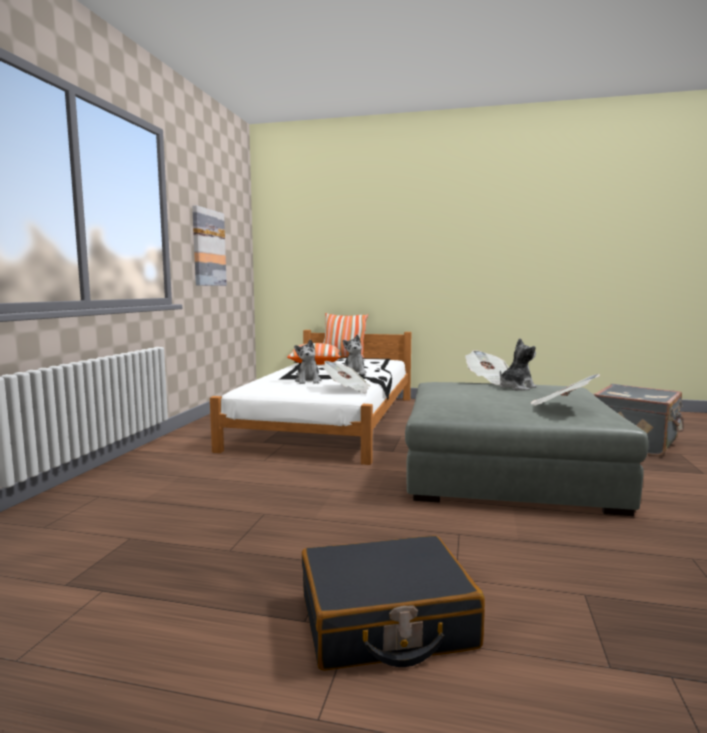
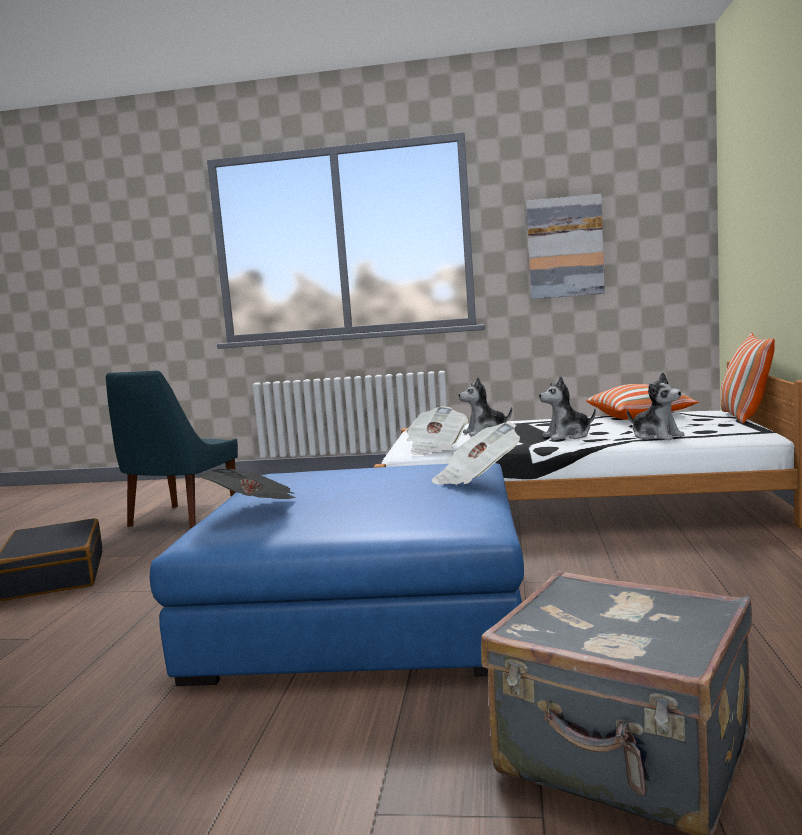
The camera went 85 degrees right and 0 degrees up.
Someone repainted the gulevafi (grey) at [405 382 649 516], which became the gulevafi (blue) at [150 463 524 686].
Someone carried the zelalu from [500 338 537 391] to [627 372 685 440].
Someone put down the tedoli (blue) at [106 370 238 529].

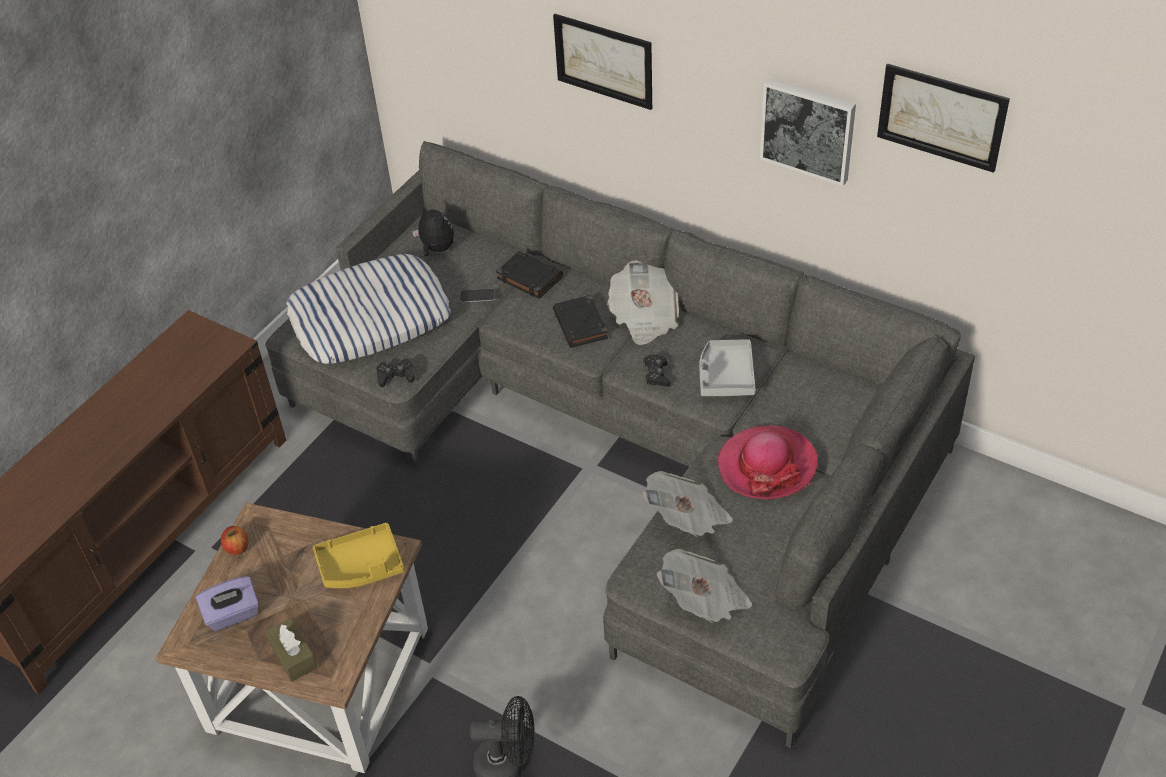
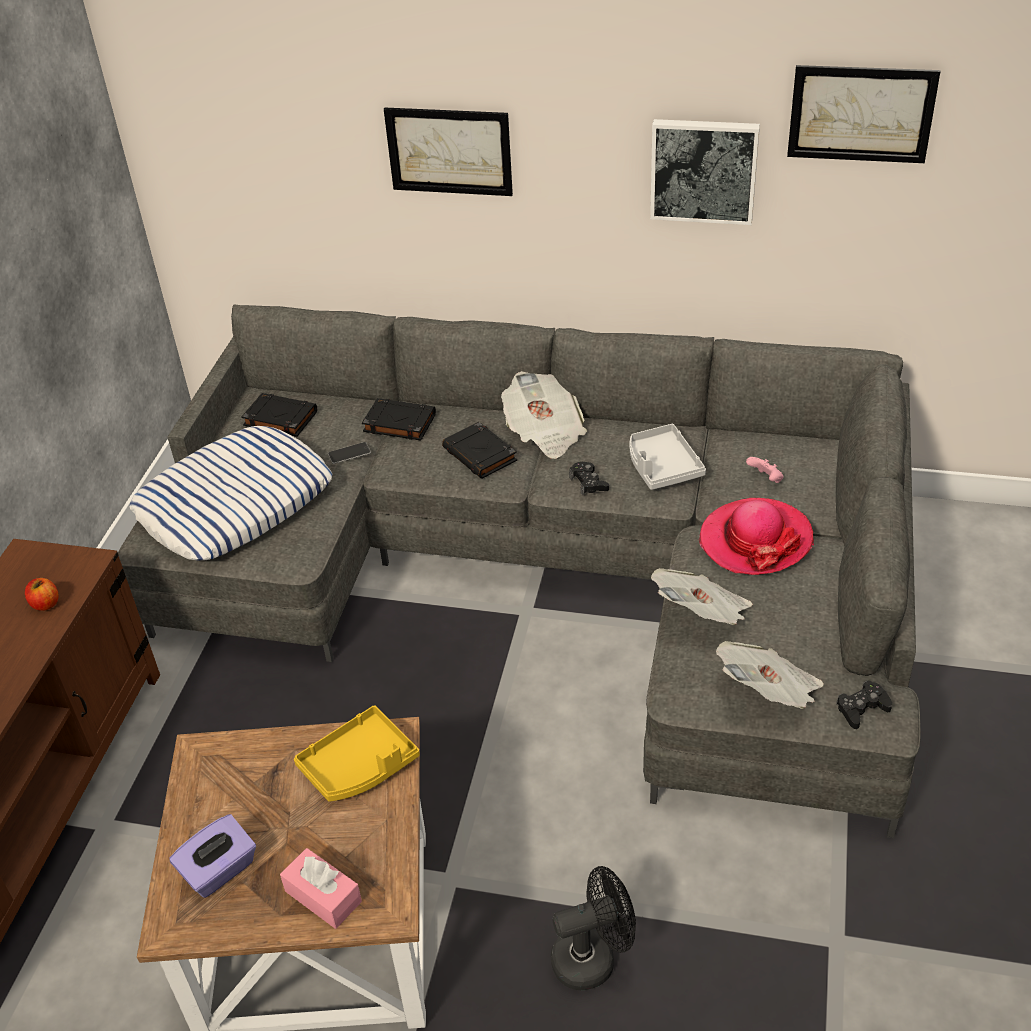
The camera went 20 degrees left and 5 degrees down.
Someone carried the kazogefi from [221 526 249 555] to [25 578 59 611].
Someone repainted the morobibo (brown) at [265 618 318 682], which became the morobibo (pink) at [280 848 362 929].
Someone carried the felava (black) from [376 358 415 387] to [836 680 892 729].
Someone swapped the zelalu at [412 204 454 257] for the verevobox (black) at [241 393 317 437].
Someone put down the felava (pink) at [746 457 784 483].

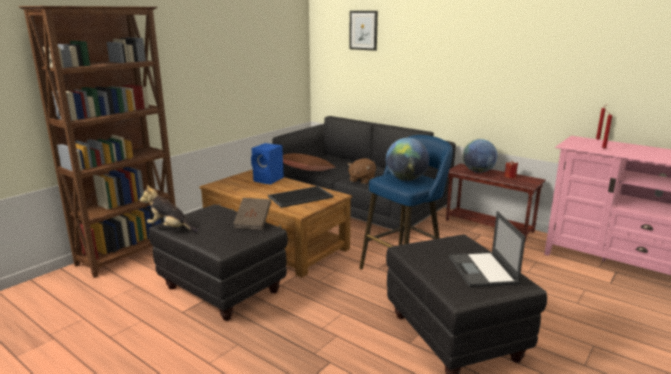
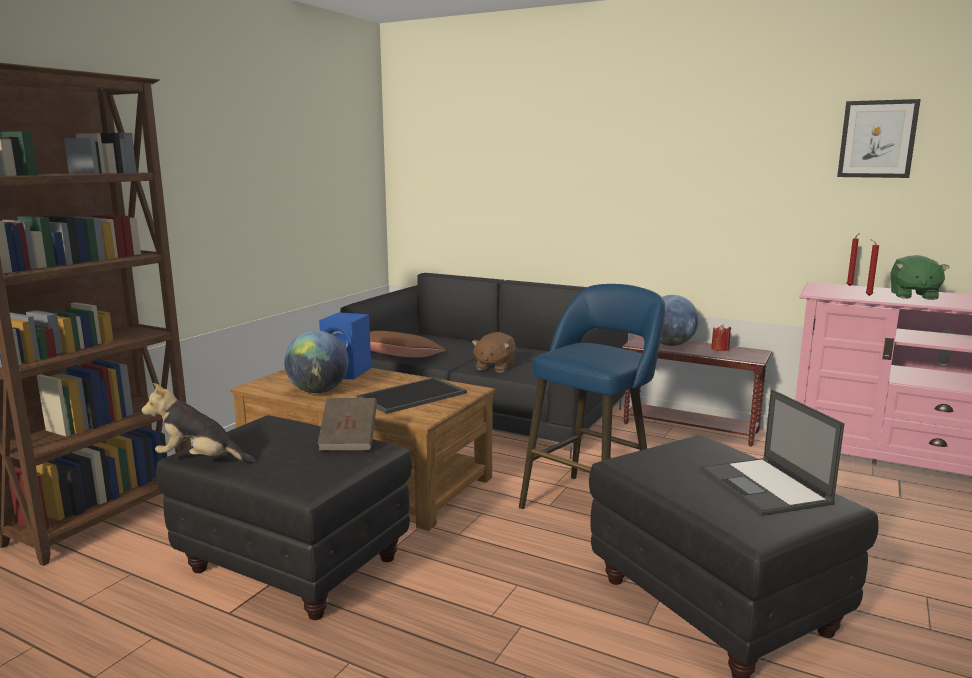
The camera went 10 degrees left and 5 degrees down.
Someone carried the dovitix from [349 11 378 51] to [837 99 921 178].
Someone carried the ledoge from [386 138 429 181] to [284 331 349 393].
Someone put down the zelalu (green) at [891 255 950 300].

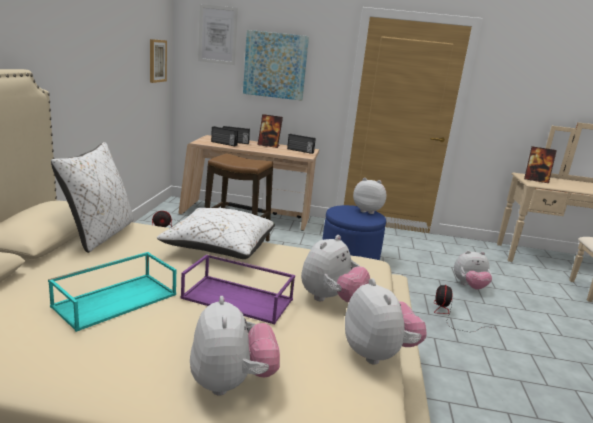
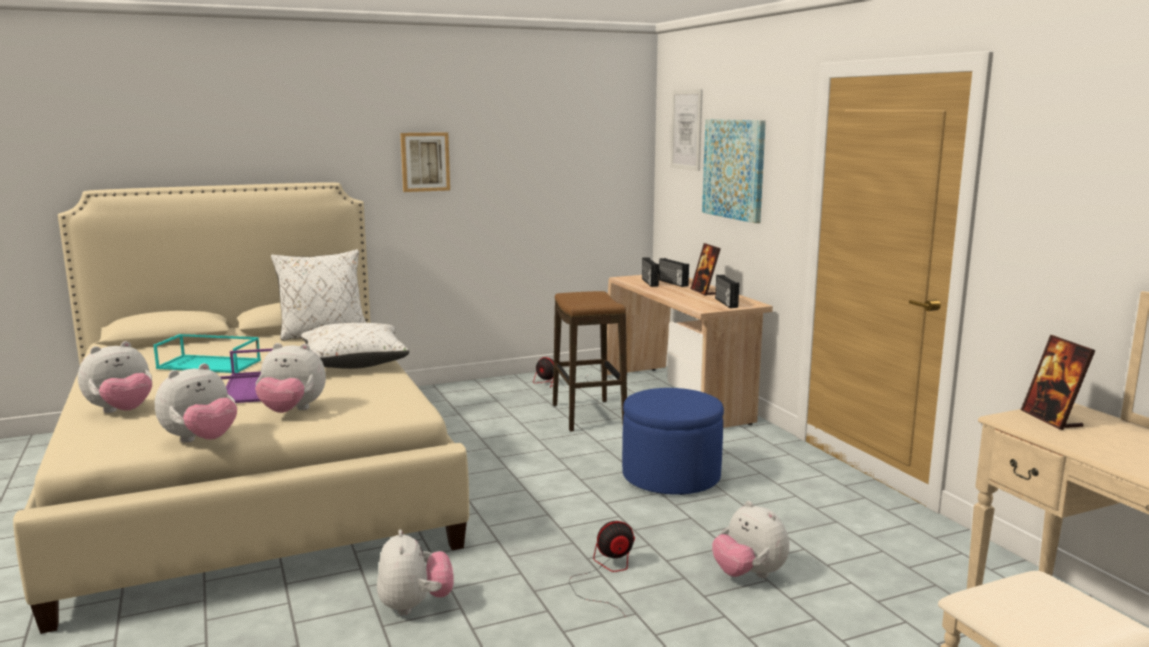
The camera went 60 degrees right and 5 degrees down.
Someone carried the dovitix from [150 39 167 83] to [400 132 450 192].
Someone carried the zelalu from [353 178 386 214] to [377 529 454 615].

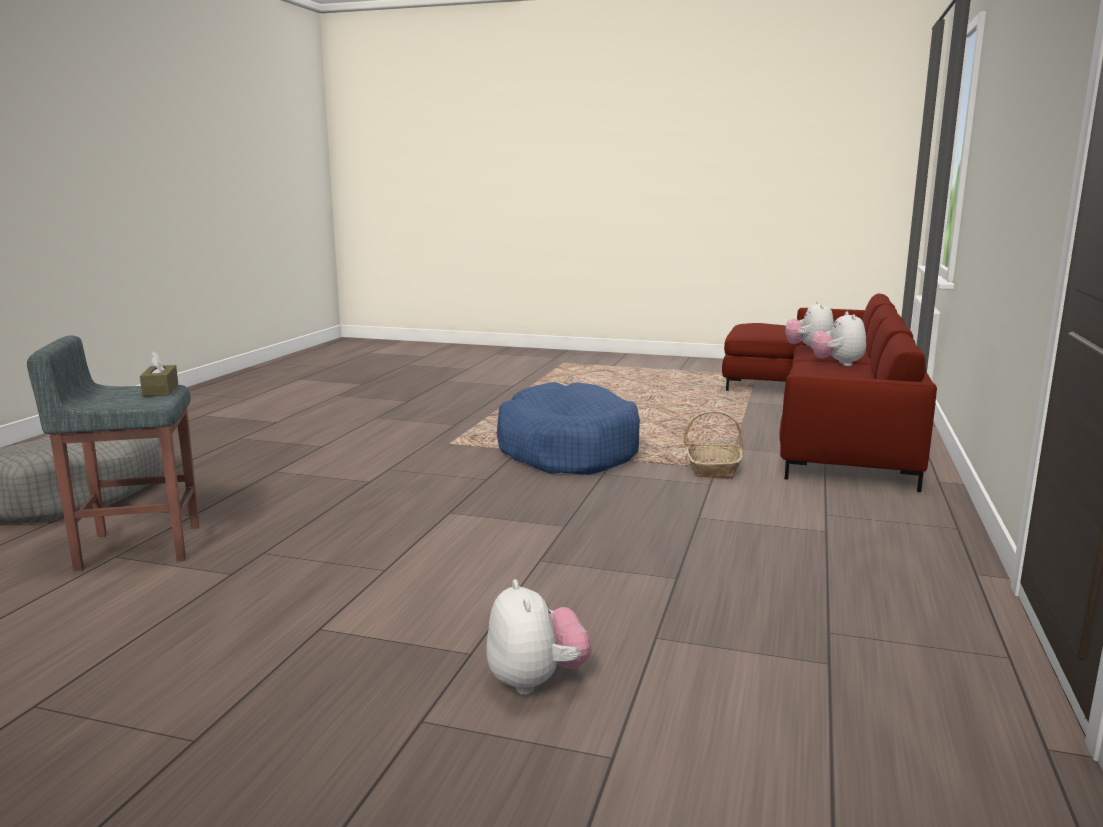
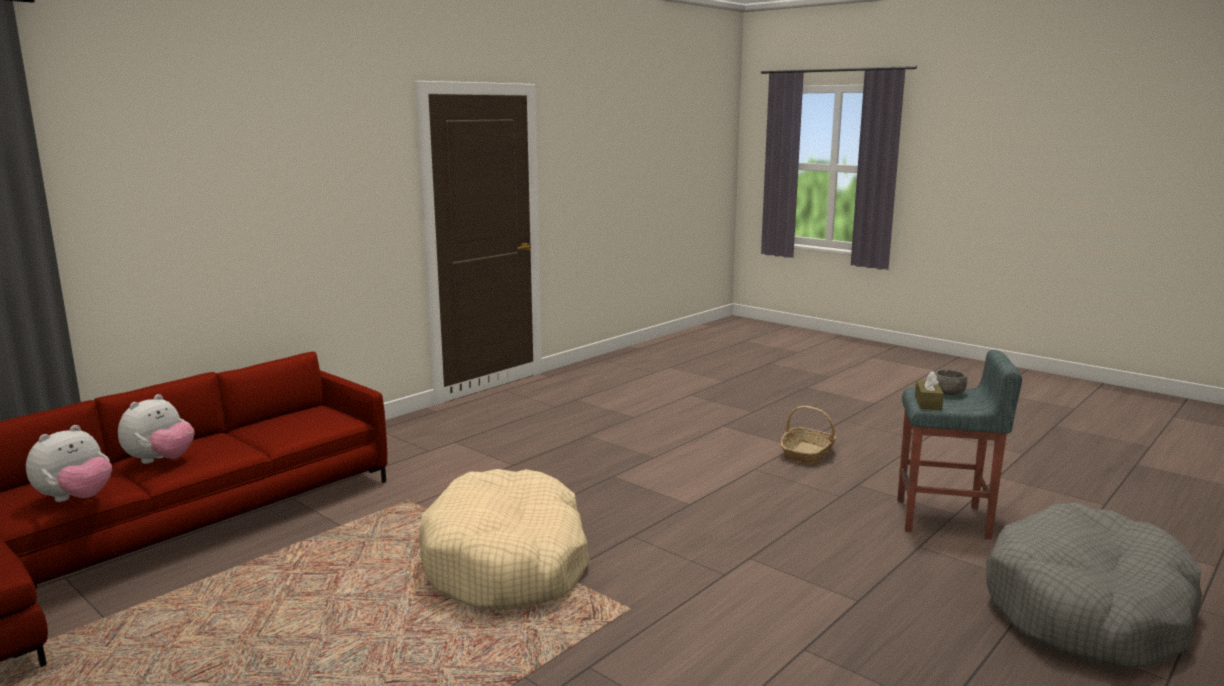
The camera went 155 degrees left and 0 degrees up.
Someone took away the zelalu at [486 579 591 695].
Someone repainted the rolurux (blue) at [497 382 640 475], which became the rolurux (beige) at [418 469 590 610].
Someone carried the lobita from [684 411 743 479] to [781 406 836 464].
Someone put down the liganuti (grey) at [935 369 968 395].

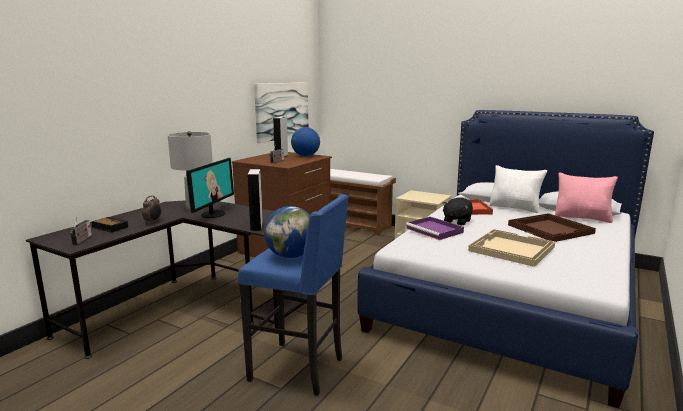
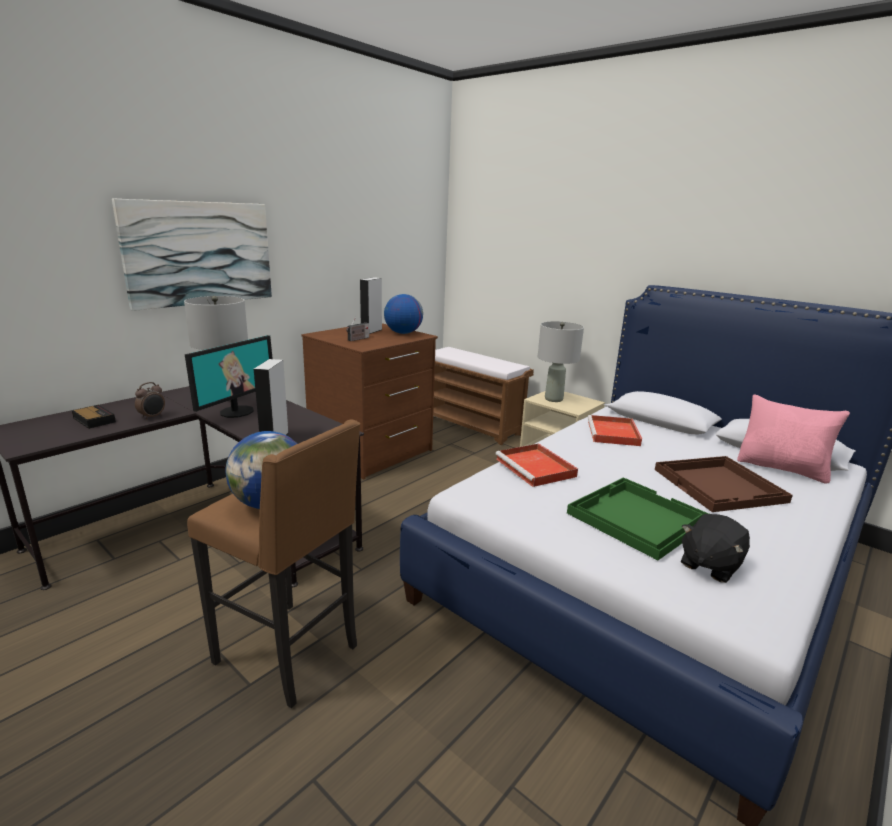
The camera went 10 degrees right and 5 degrees up.
Someone took away the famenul at [70 217 92 245].
Someone repainted the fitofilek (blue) at [238 194 349 396], which became the fitofilek (brown) at [187 420 360 709].
Someone carried the dovitix from [254 82 308 143] to [112 198 272 311].
Someone repainted the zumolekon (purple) at [406 217 464 240], which became the zumolekon (red) at [496 444 578 487].
Someone carried the zelalu (black) from [442 197 473 226] to [681 514 750 583].
Someone repainted the zumolekon (beige) at [468 229 555 267], which became the zumolekon (green) at [567 477 709 560].
Someone took away the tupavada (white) at [489 165 547 213].
Someone put down the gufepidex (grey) at [538 321 584 402].

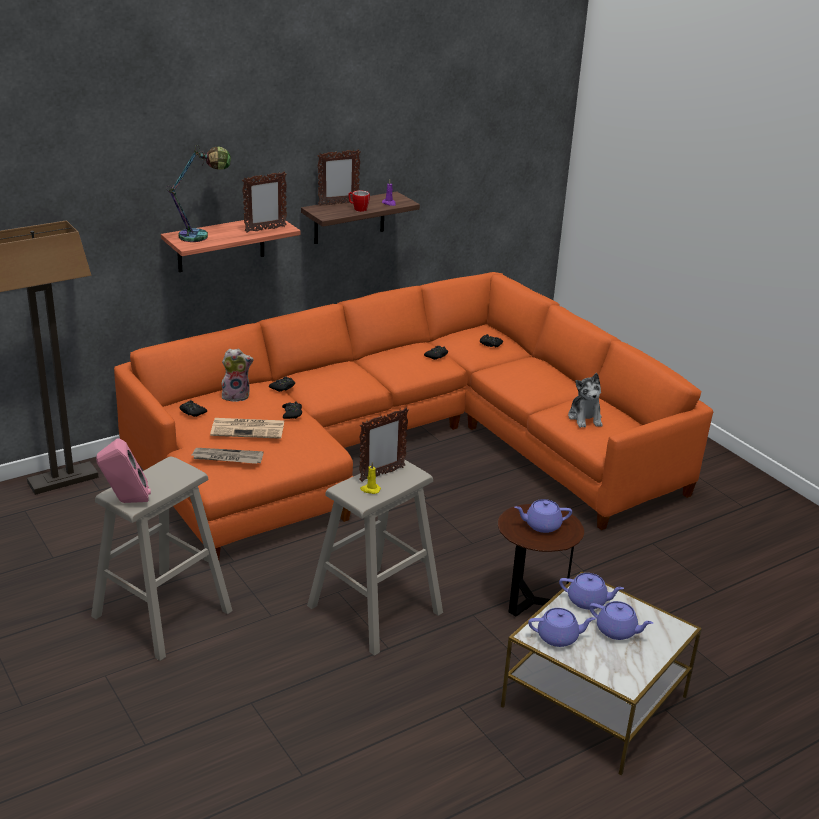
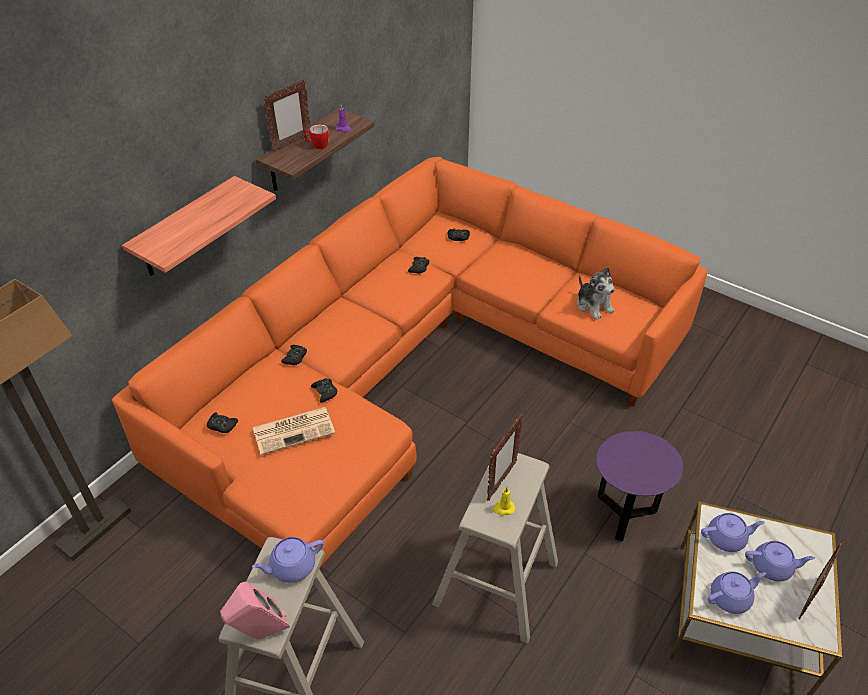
The camera went 20 degrees left and 15 degrees up.
Someone took away the gufepidex at [167 145 231 242].
Someone took away the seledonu at [192 448 263 464].
Someone took away the zelalu at [222 349 254 402].
Someone carried the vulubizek from [242 172 287 233] to [798 538 845 619].
Someone repainted the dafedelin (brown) at [498 504 584 616], which became the dafedelin (purple) at [596 431 683 542].
Someone carried the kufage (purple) from [515 499 572 533] to [252 537 324 583].

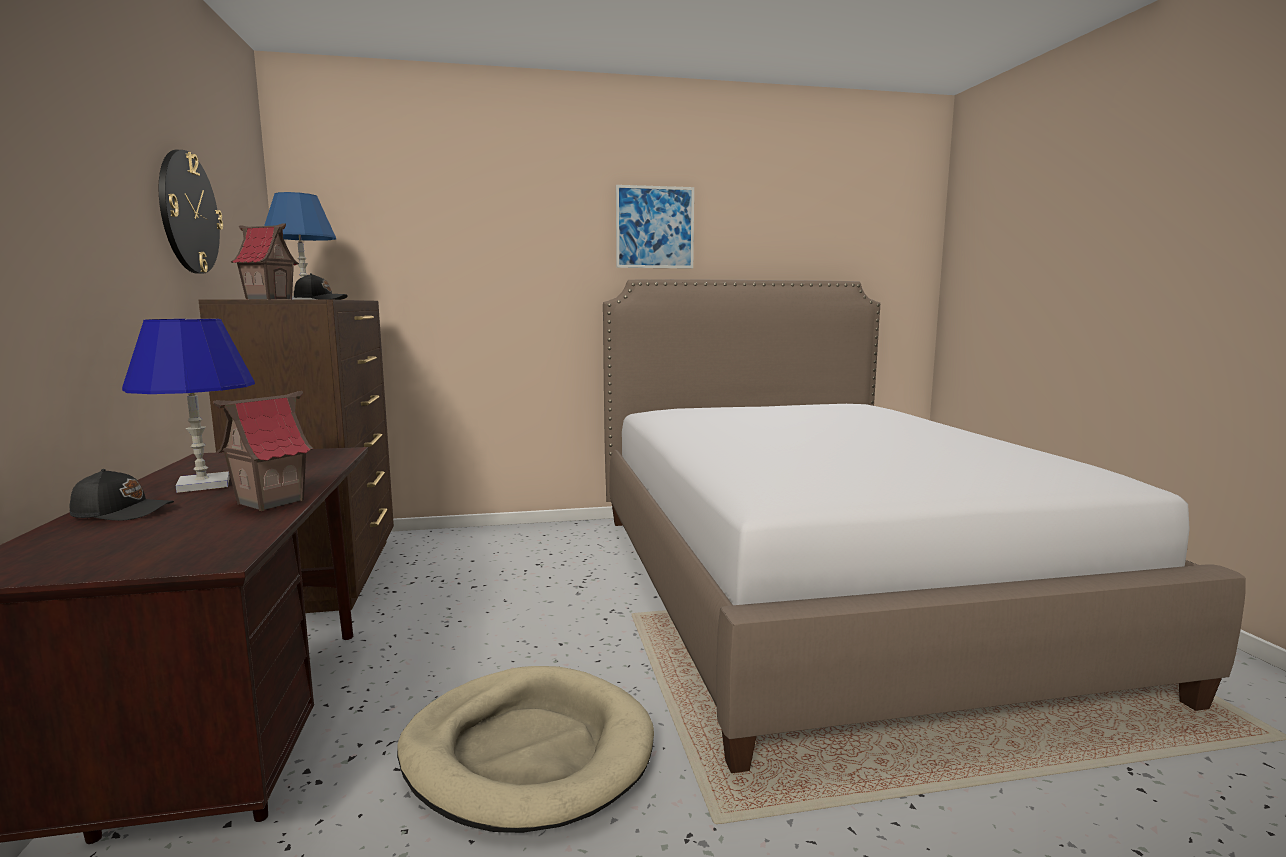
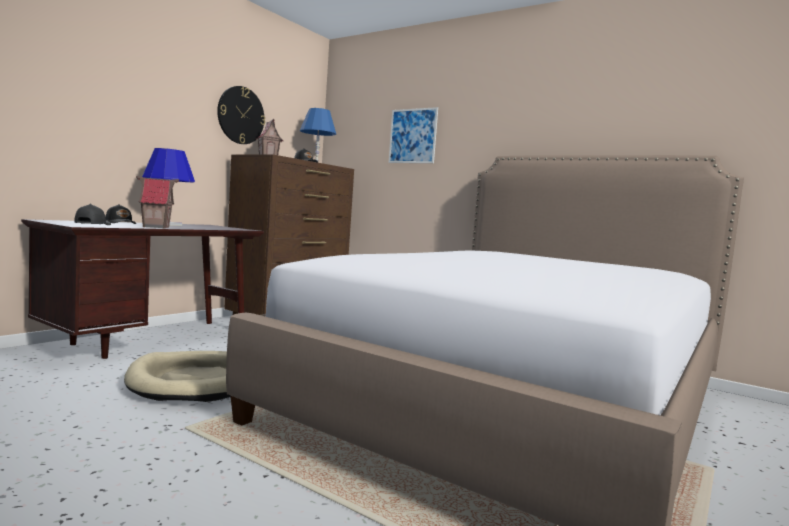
The camera went 45 degrees right and 5 degrees down.
Someone carried the dovitix from [616 185 694 269] to [389 107 438 163].
Someone put down the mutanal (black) at [74 203 111 225].

